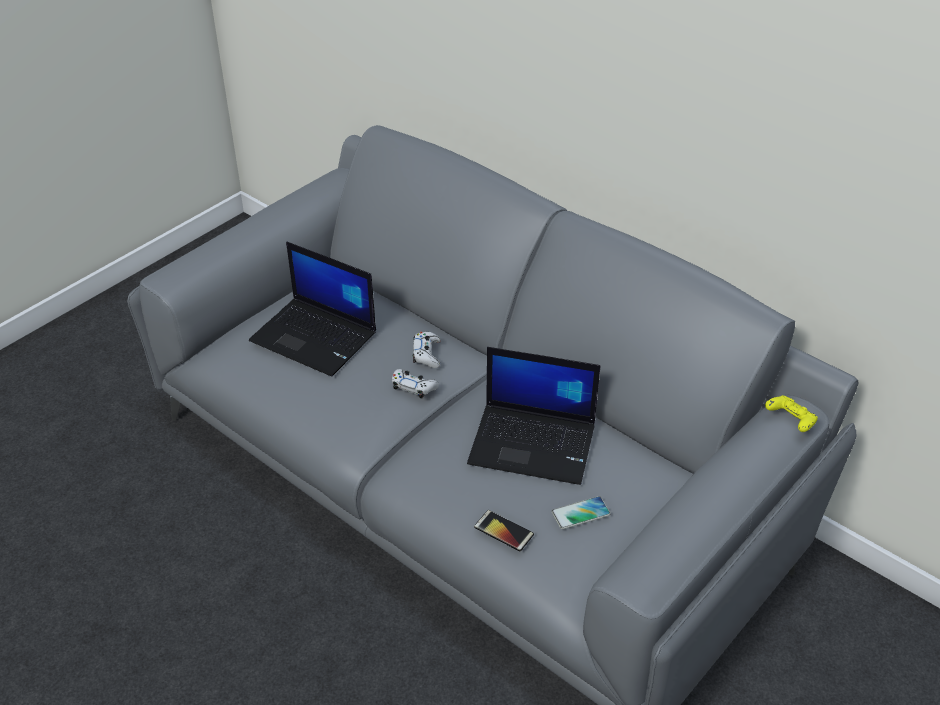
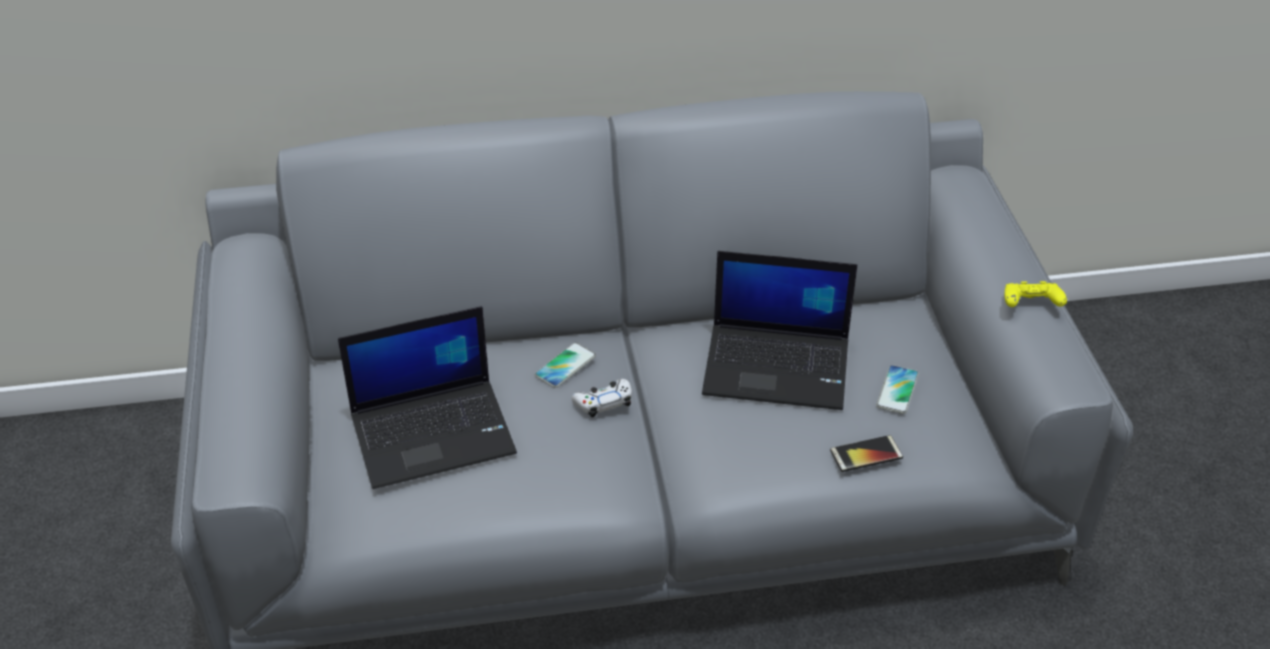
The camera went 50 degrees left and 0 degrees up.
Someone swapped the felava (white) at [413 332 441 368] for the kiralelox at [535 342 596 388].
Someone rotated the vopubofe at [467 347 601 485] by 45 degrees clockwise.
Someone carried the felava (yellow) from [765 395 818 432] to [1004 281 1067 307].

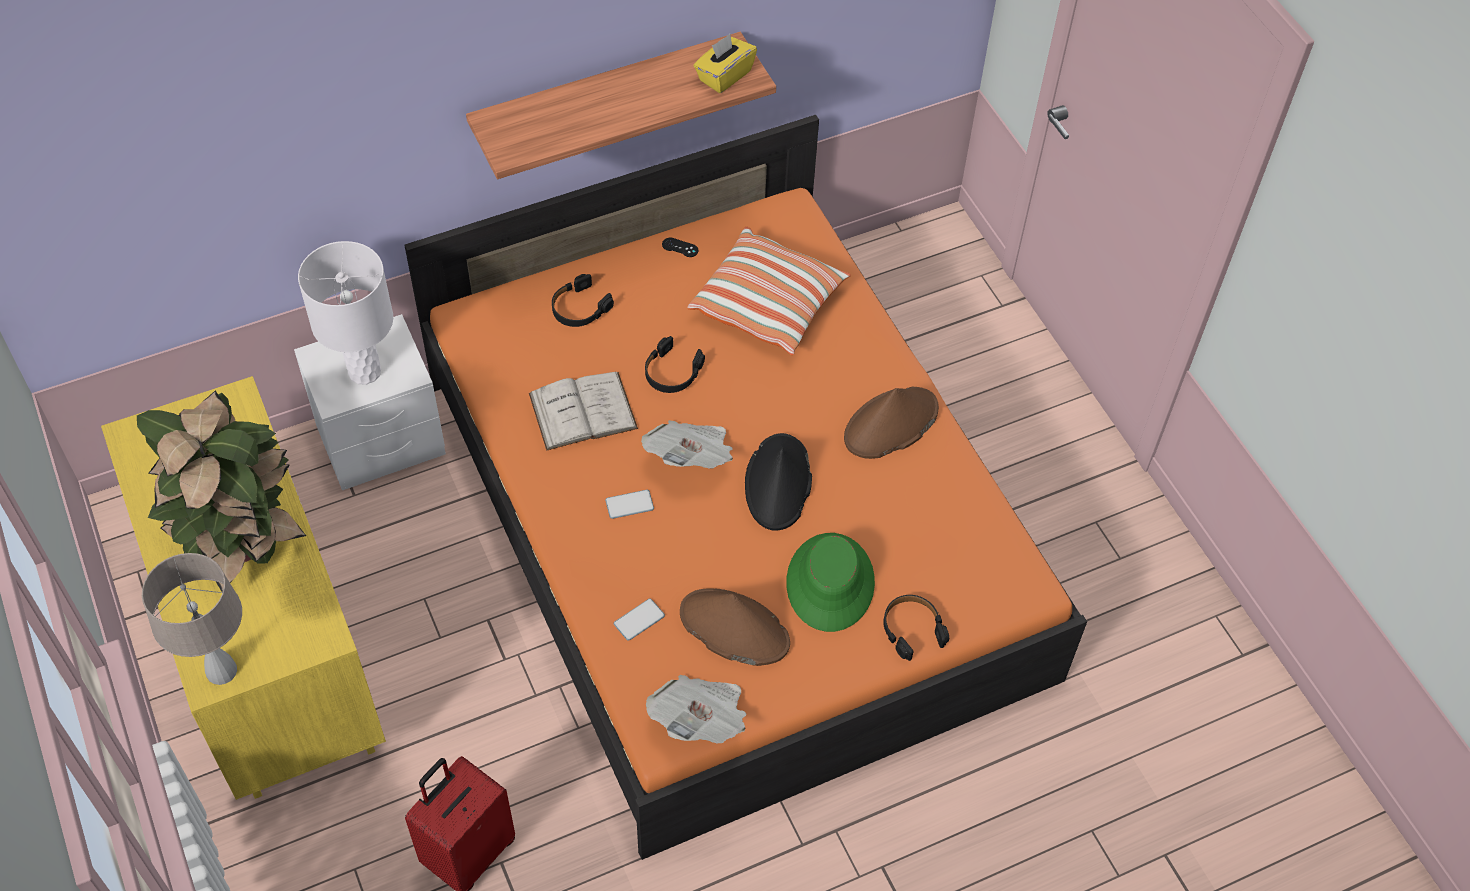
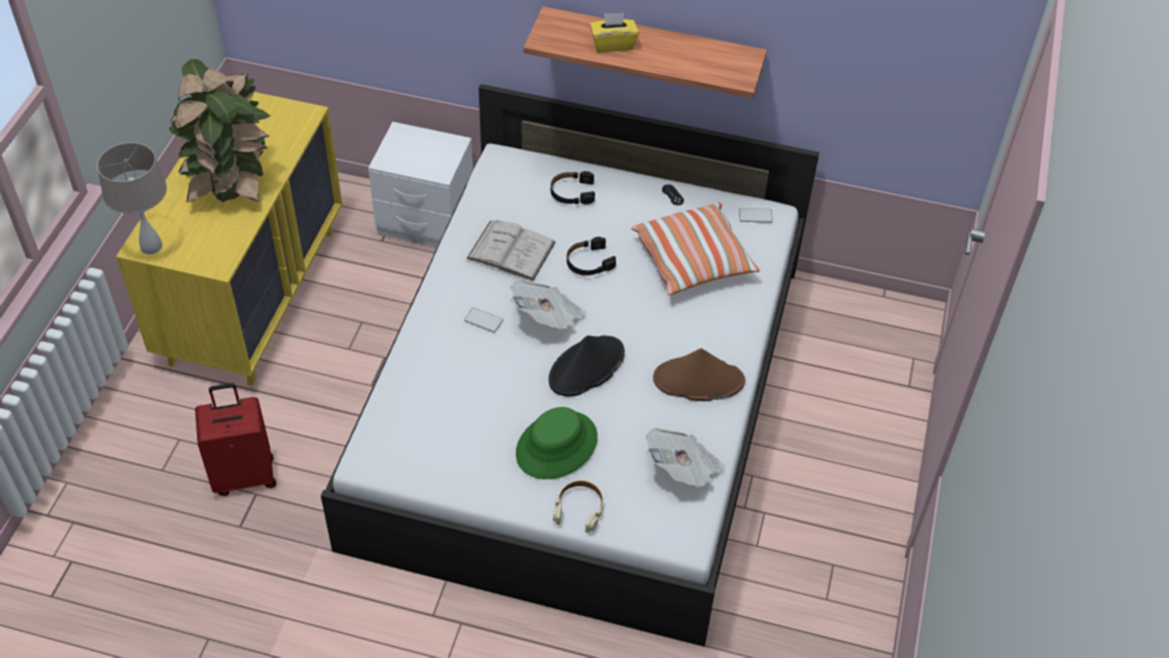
The camera went 40 degrees right and 5 degrees down.
Someone took away the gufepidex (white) at [298 241 393 385].
Someone repainted the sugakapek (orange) at [404 115 1087 860], which became the sugakapek (white) at [321 84 819 647].
Someone carried the kiralelox from [614 599 665 641] to [739 208 773 223].
Someone carried the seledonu from [646 675 746 744] to [645 428 725 488].
Someone took away the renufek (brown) at [680 588 790 666].
Someone carried the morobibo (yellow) from [694 34 757 93] to [590 13 639 52].
Someone repainted the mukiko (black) at [883 595 949 661], which became the mukiko (beige) at [553 480 604 533].

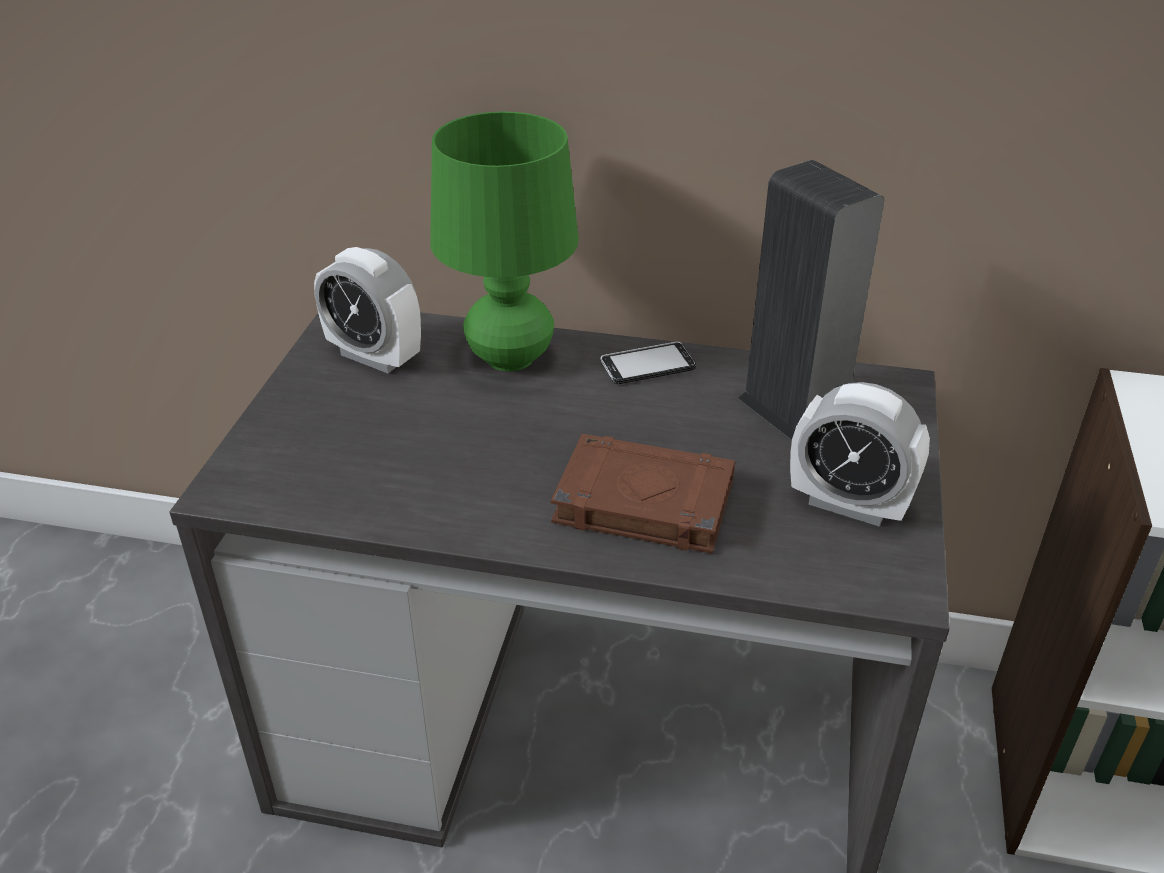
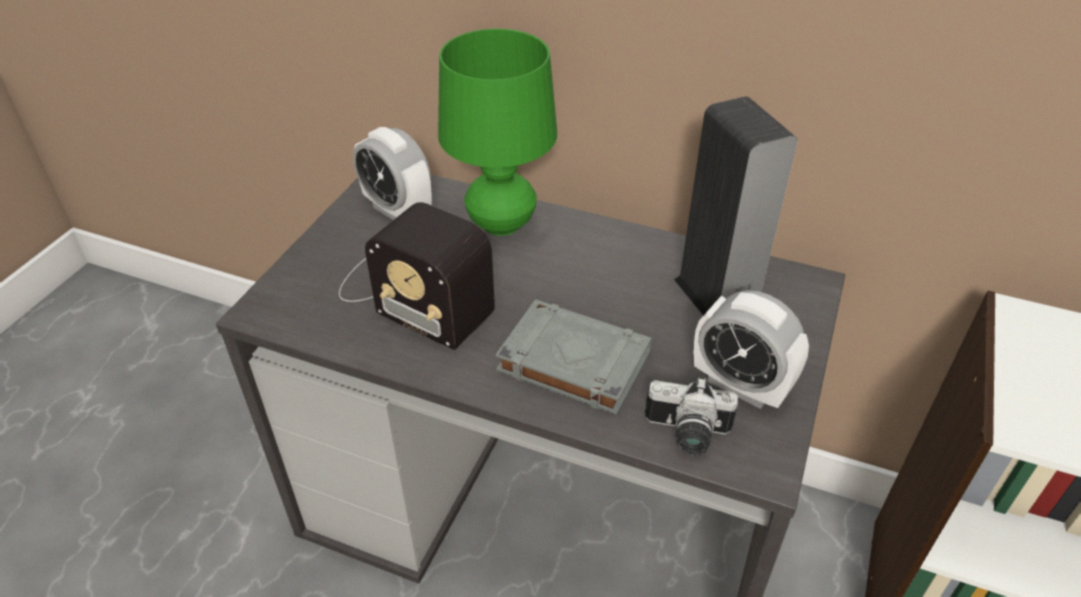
The camera went 10 degrees right and 5 degrees up.
Someone repainted the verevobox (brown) at [551 434 735 554], which became the verevobox (grey) at [496 299 653 415].
Someone took away the kiralelox at [600 342 696 384].
Someone put down the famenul at [339 202 495 350].
Someone put down the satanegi at [645 377 738 455].

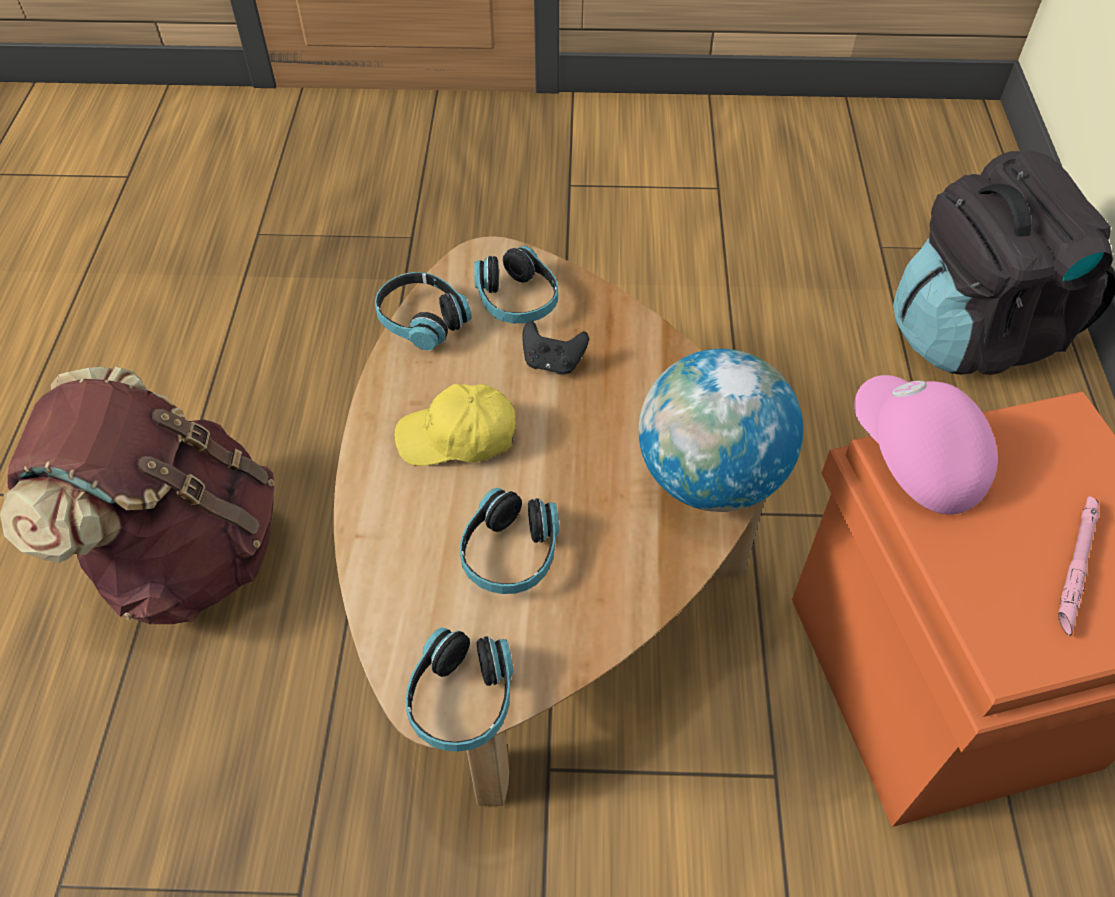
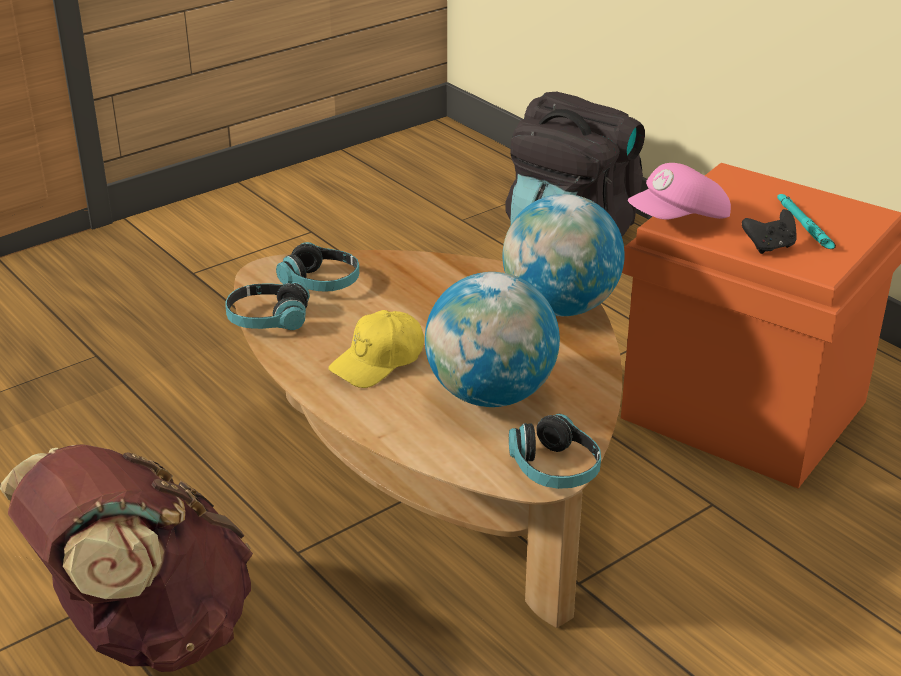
The camera went 40 degrees left and 20 degrees down.
Someone swapped the mukiko at [460 488 559 594] for the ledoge at [425 272 560 407].
Someone carried the felava (black) from [522 321 589 374] to [742 209 797 254].
Someone rotated the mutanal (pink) at [854 375 998 514] by 45 degrees counterclockwise.
Someone repainted the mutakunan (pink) at [1058 496 1099 636], which became the mutakunan (turquoise) at [777 194 836 249].

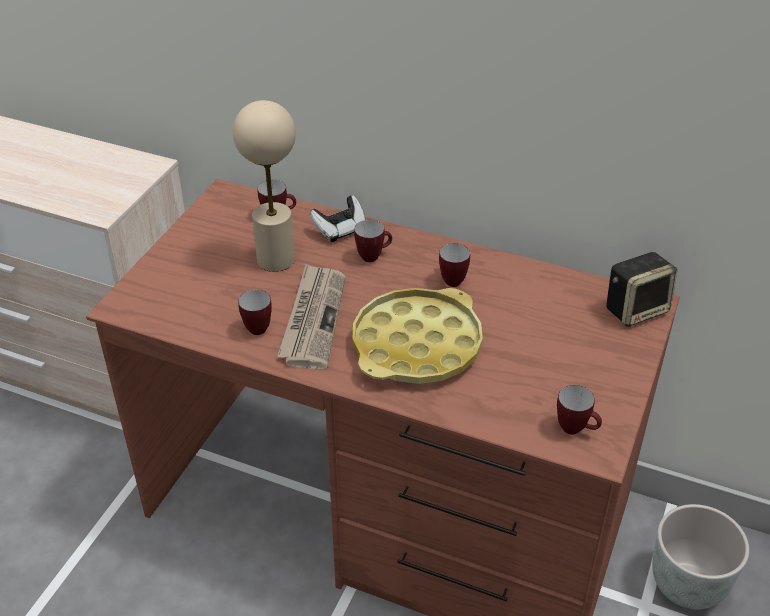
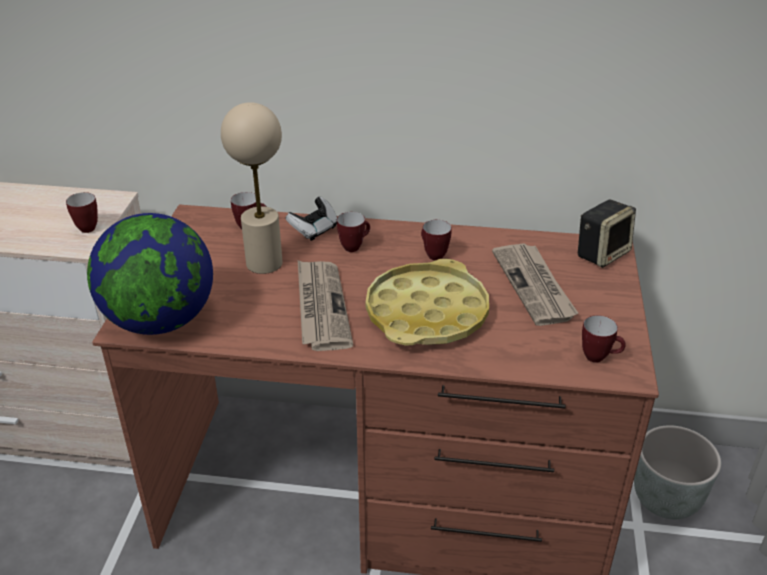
The camera went 15 degrees left and 5 degrees down.
Someone carried the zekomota from [238 290 272 335] to [66 192 98 233].
Someone put down the ledoge at [87 213 213 335].
Someone put down the seledonu at [492 243 578 326].

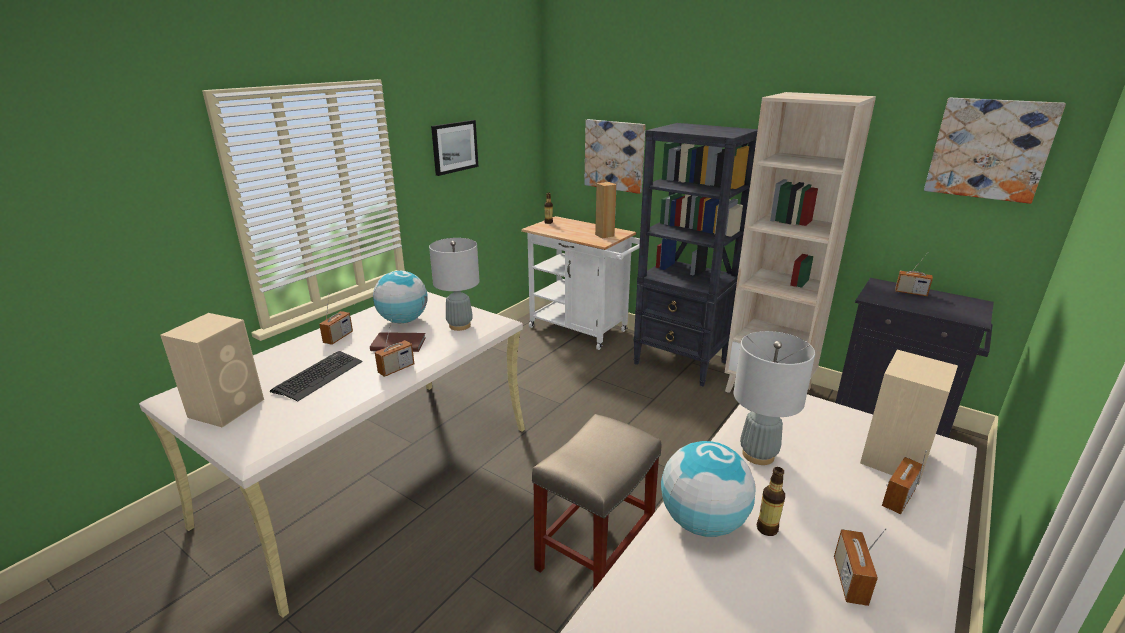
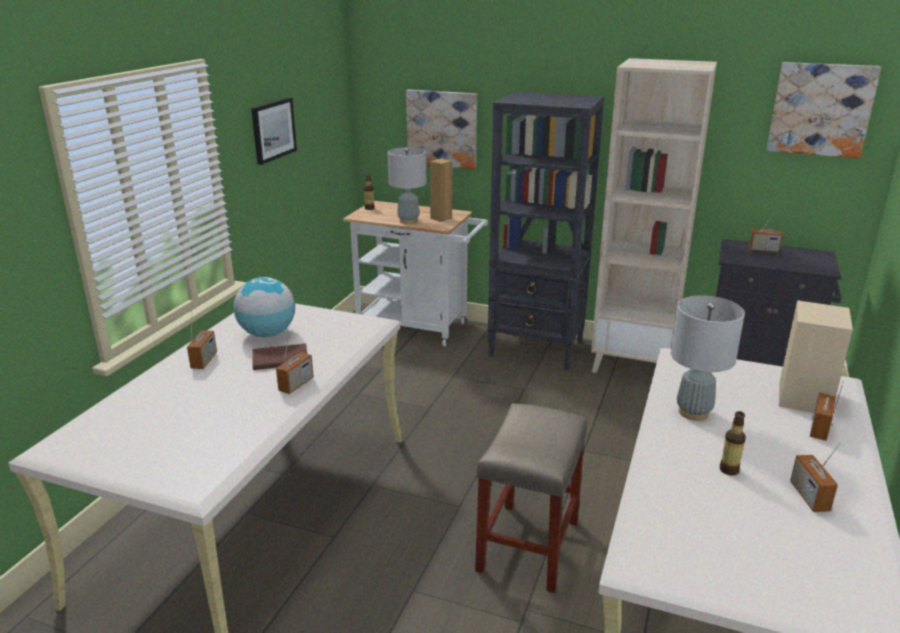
The camera went 15 degrees left and 0 degrees up.
Someone took away the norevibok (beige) at [160 313 264 427].
Someone took away the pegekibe at [270 351 362 401].
Someone carried the gufepidex (grey) from [429 238 480 331] to [388 147 426 224].
Someone took away the ledoge at [661 441 756 537].

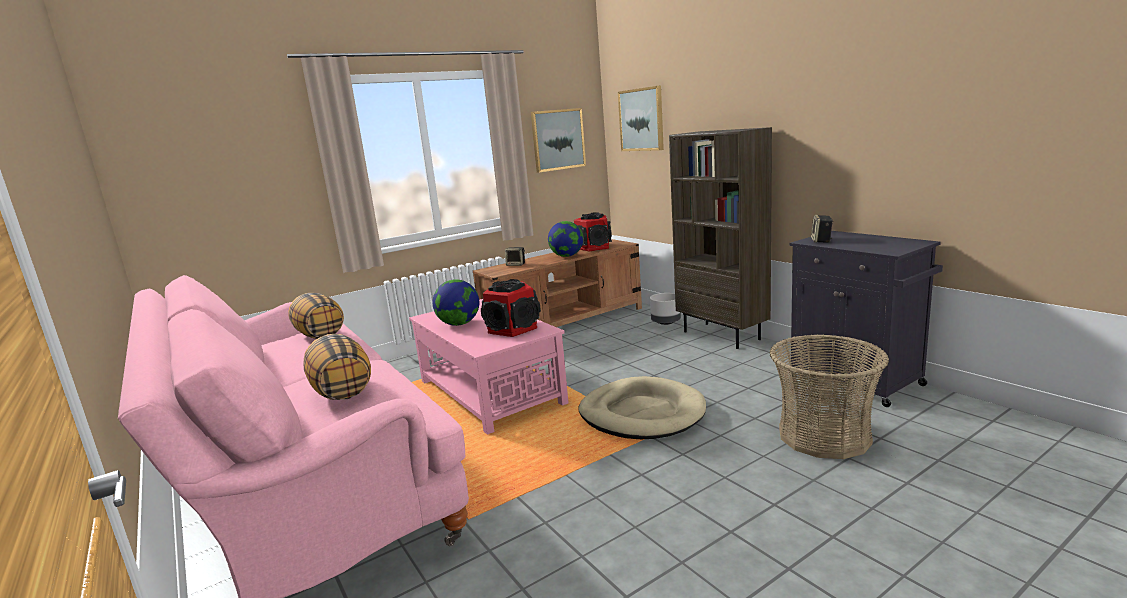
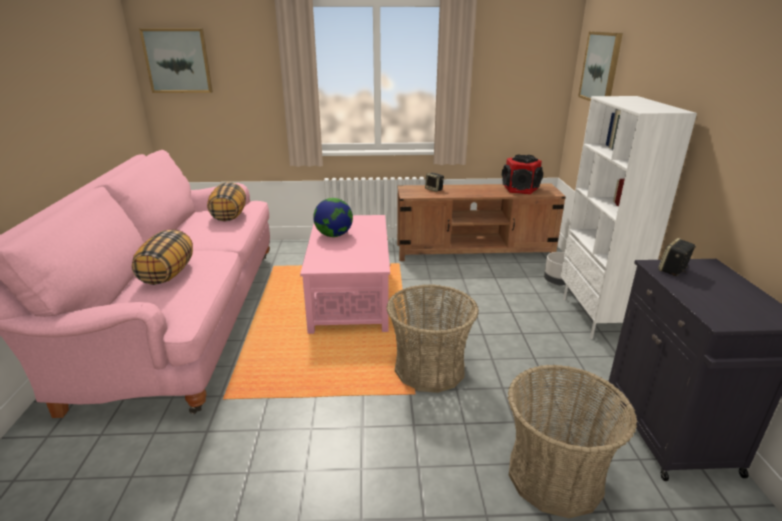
The camera went 30 degrees right and 10 degrees up.
Someone took away the norevibok at [481 279 541 337].
Someone carried the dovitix from [531 108 586 172] to [139 28 213 93].
Someone took away the ledoge at [548 221 583 257].
Someone swapped the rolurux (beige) at [579 376 706 439] for the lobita at [386 284 479 393].
Someone repainted the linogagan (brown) at [669 127 772 349], which became the linogagan (white) at [560 96 697 339].

